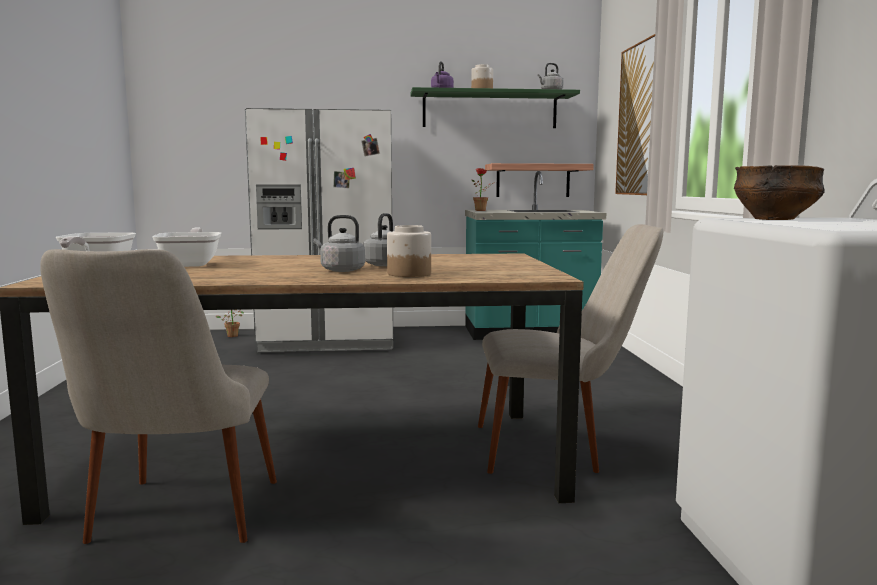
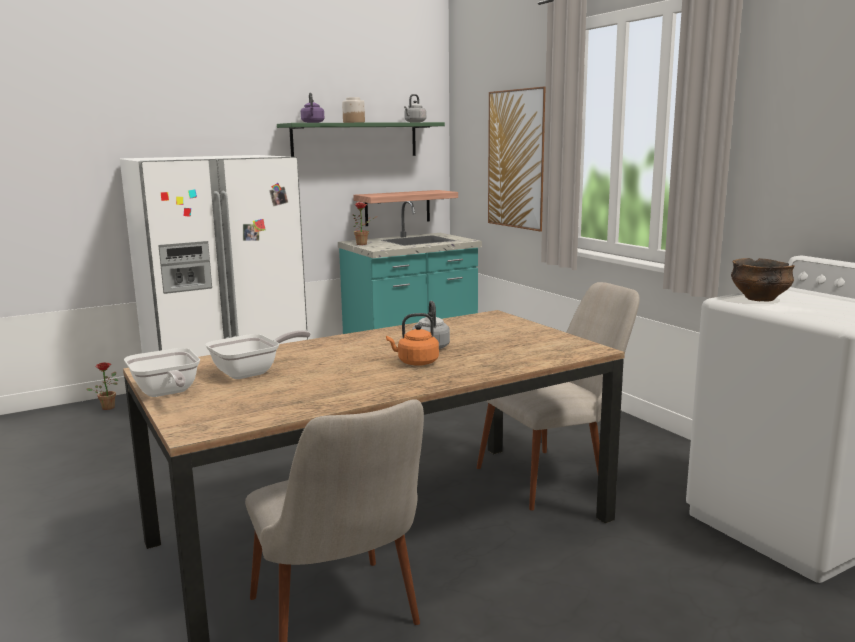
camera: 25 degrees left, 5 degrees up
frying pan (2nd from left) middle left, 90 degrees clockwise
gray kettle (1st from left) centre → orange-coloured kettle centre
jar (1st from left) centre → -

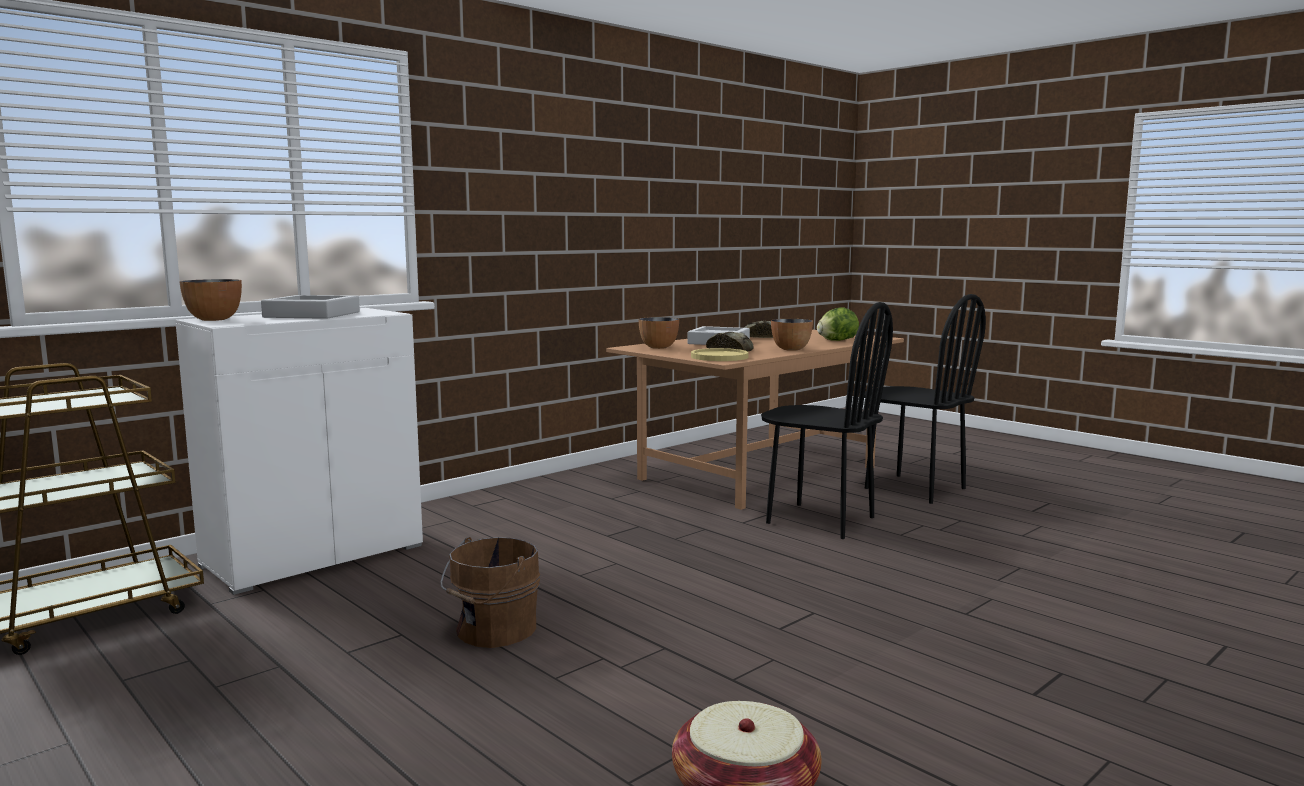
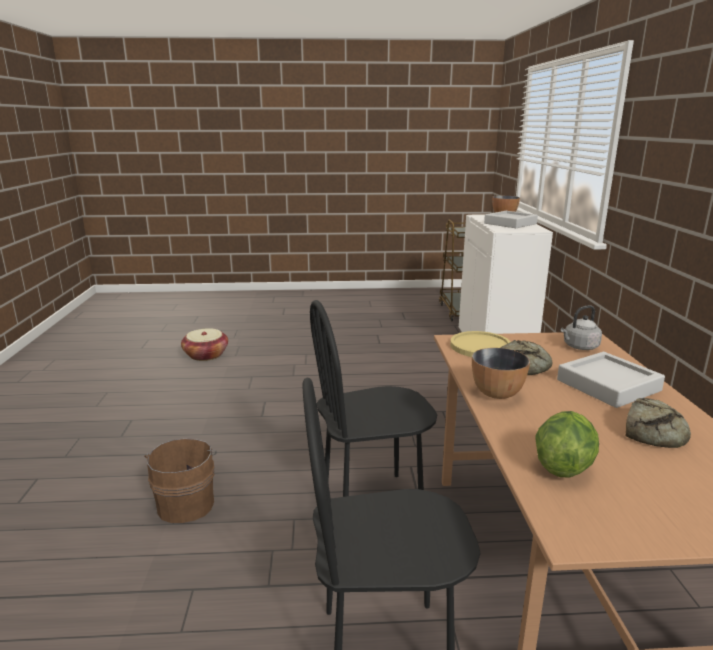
camera: 130 degrees right, 10 degrees up
brown-coloured water bucket bottom centre → brown-coloured water bucket bottom left, moved
bowl (2nd from left) centre → gray kettle middle right

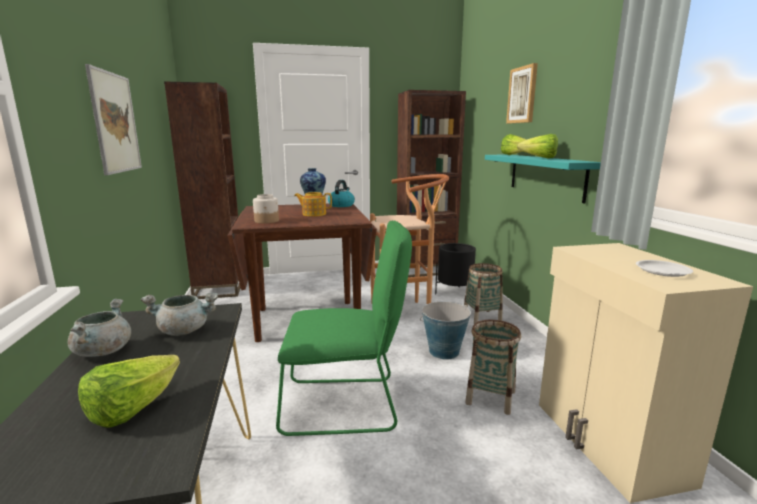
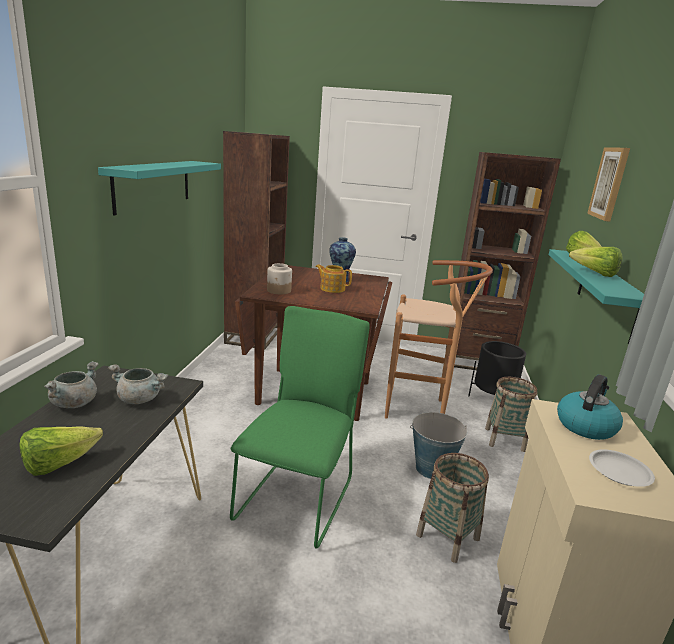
camera: 20 degrees right, 5 degrees up
picture (1st from left) top left → blue-green wall shelf (1st from left) top left
green chair centre, 90 degrees counterclockwise
kettle centre → kettle middle right, moved

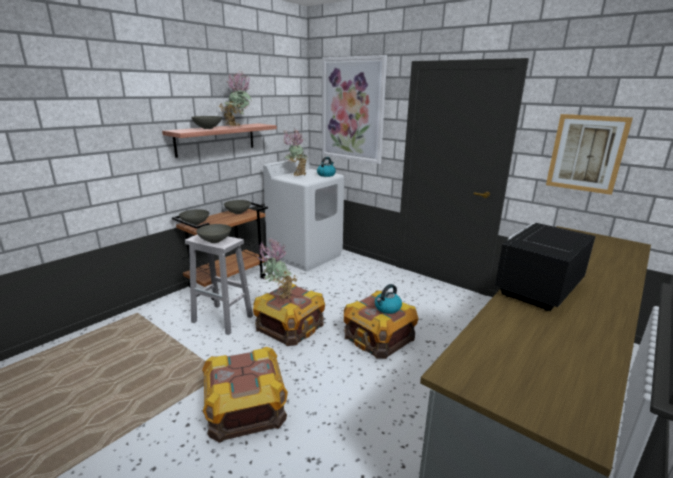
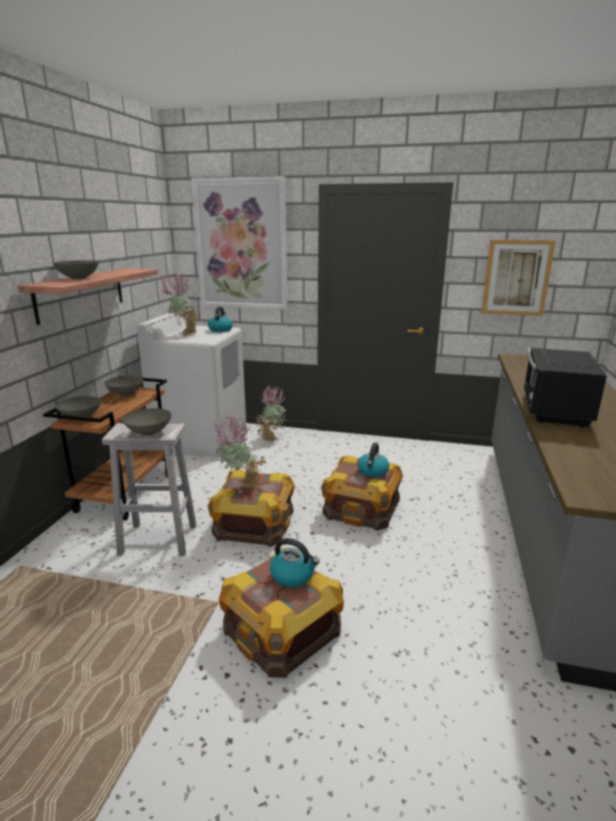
camera: 25 degrees left, 0 degrees up
plant in a pot (1st from left in the first image) top centre → plant in a pot (3rd from left) centre, moved
- → kettle (2nd from left) bottom centre

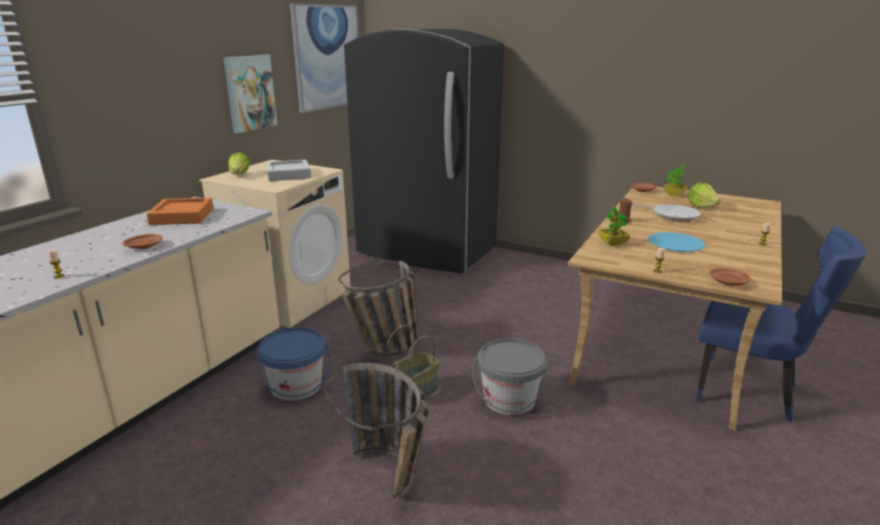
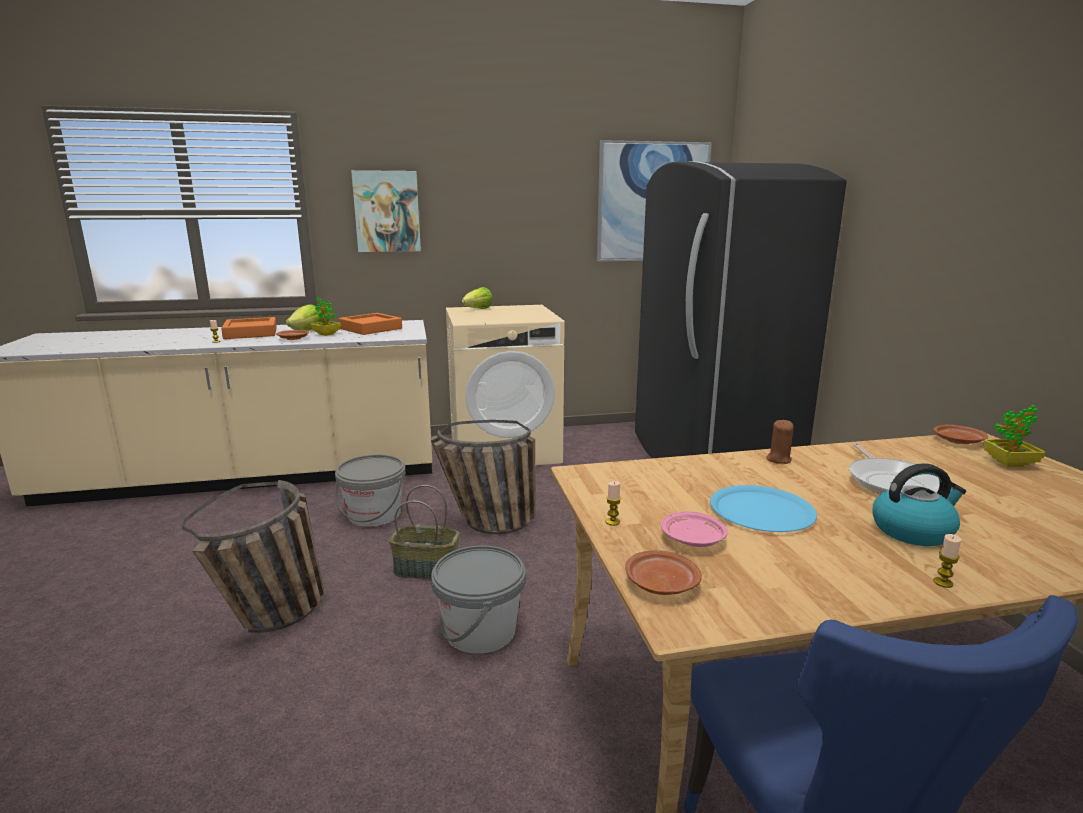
camera: 50 degrees right, 5 degrees down
- → orange-coloured carrying tray (1st from left) middle left
lettuce head (2nd from left in the first image) middle right → lettuce head (1st from left) middle left, moved
plant in a pot (1st from left) middle right → plant in a pot (1st from left) middle left, moved
blue-coloured water bucket bottom centre → gray water bucket (1st from left) centre
picture (1st from left) top left → picture (1st from left) top centre, moved
- → pink flat dish centre
- → kettle middle right
gray carrying tray top left → -

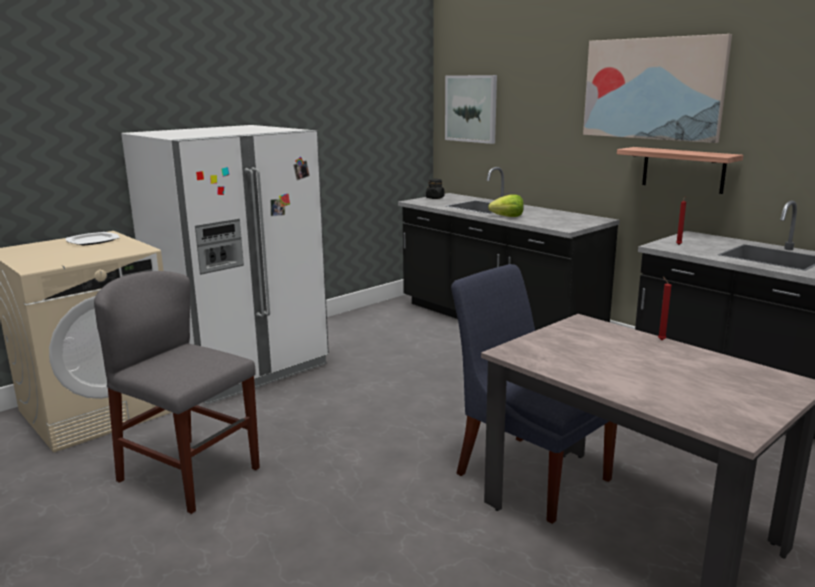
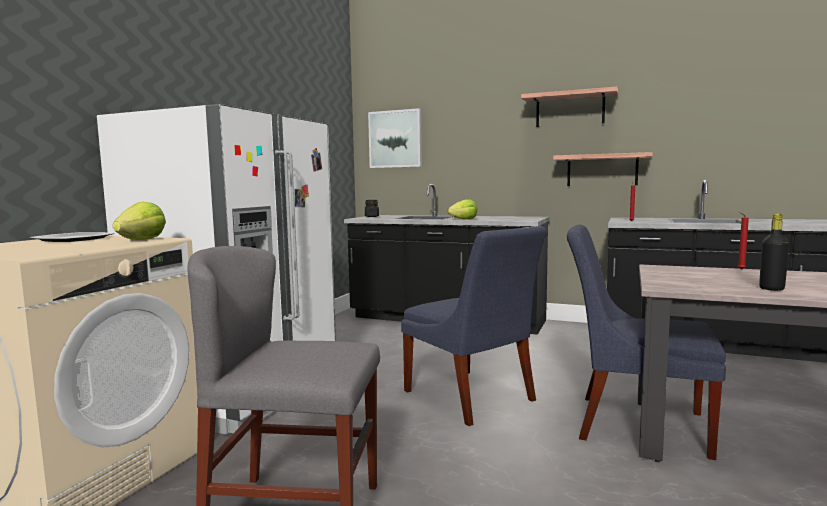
camera: 25 degrees left, 10 degrees down
- → lettuce head (1st from left) middle left
- → blue-coloured chair (1st from left) centre
picture (2nd from left) top right → wall shelf (1st from left) top right
- → black-coloured drink bottle middle right

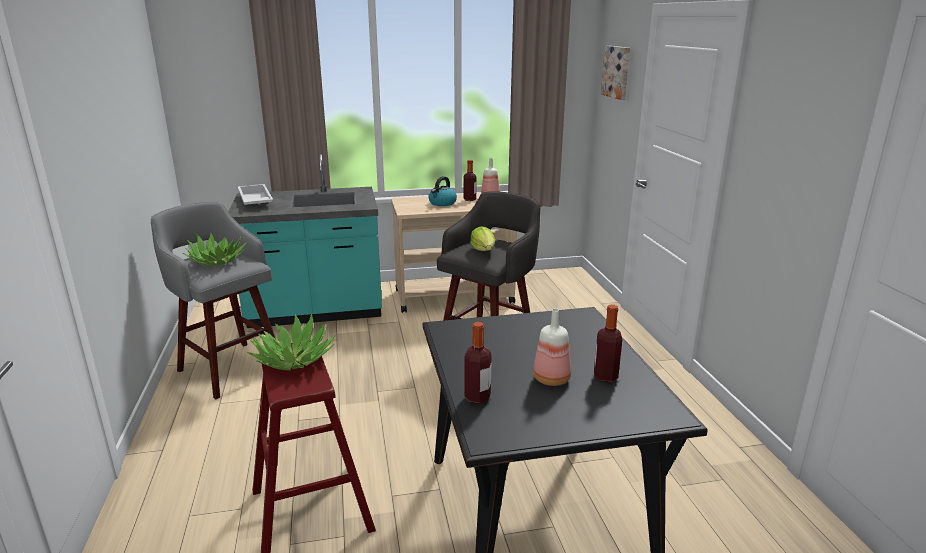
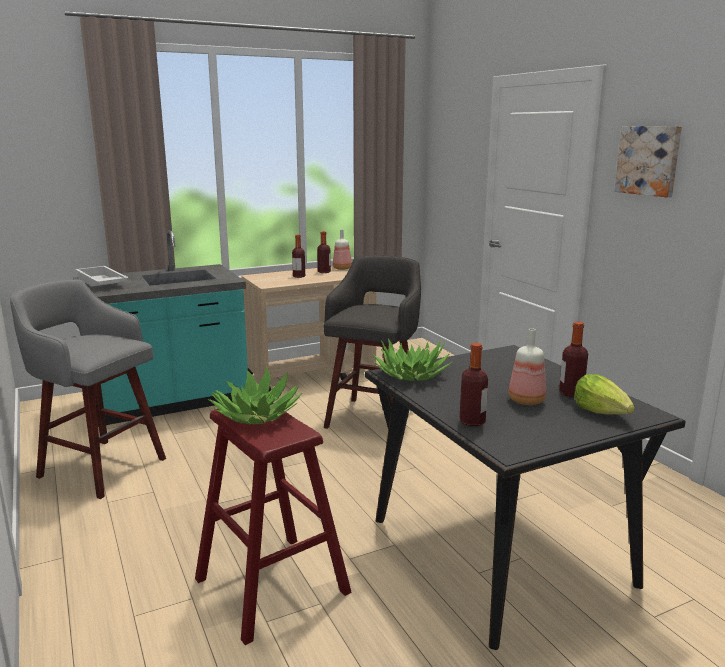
camera: 15 degrees left, 5 degrees down
kettle centre → drink bottle (1st from left) centre
plant in a pot (1st from left in the first image) middle left → plant in a pot (2nd from left) centre, moved
lettuce head centre → lettuce head middle right, moved
picture top centre → picture top right, moved

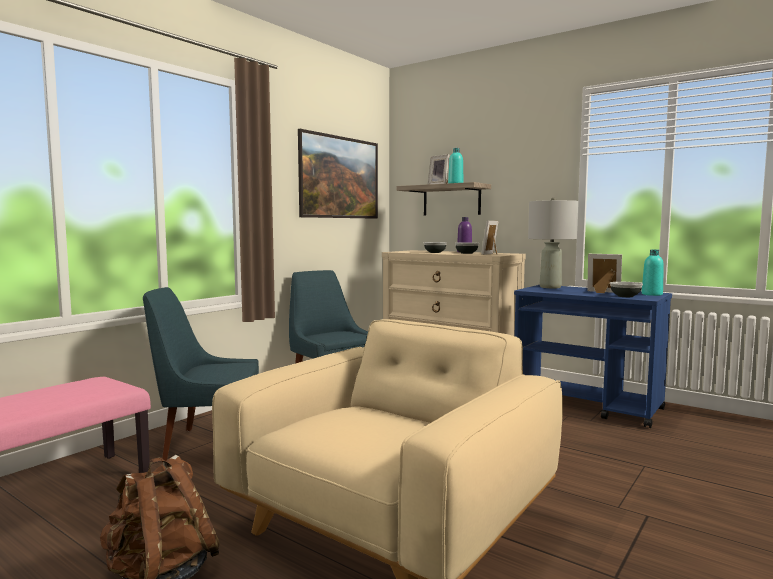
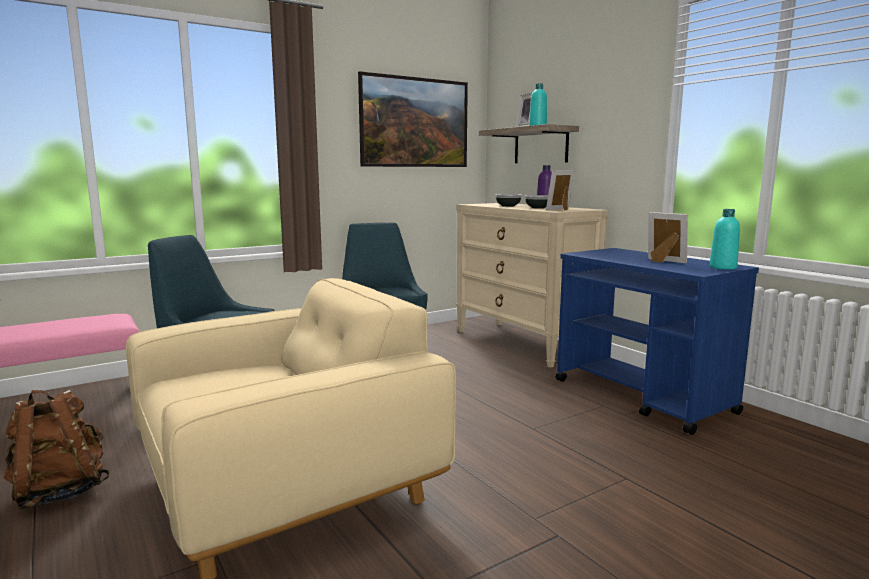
camera: 20 degrees right, 5 degrees up
gray tabletop lamp middle right → -
bowl (3rd from left) middle right → -

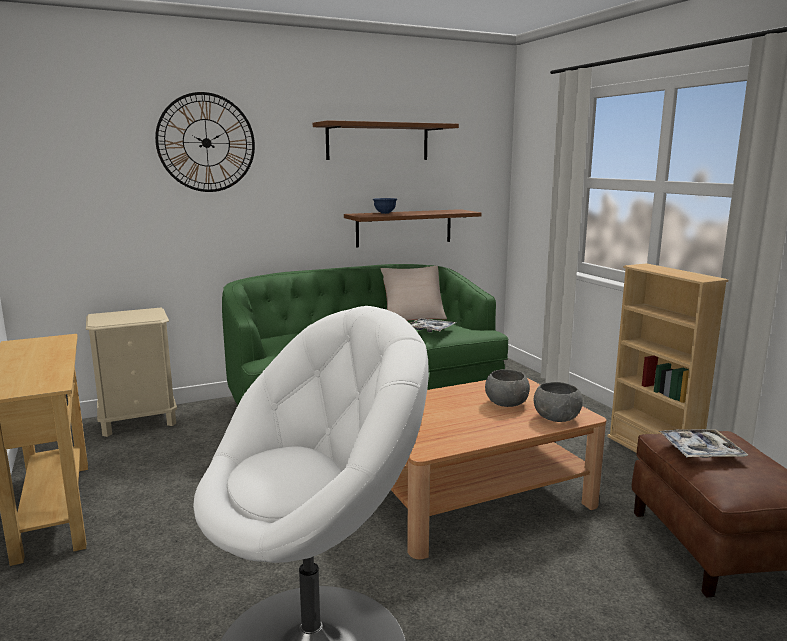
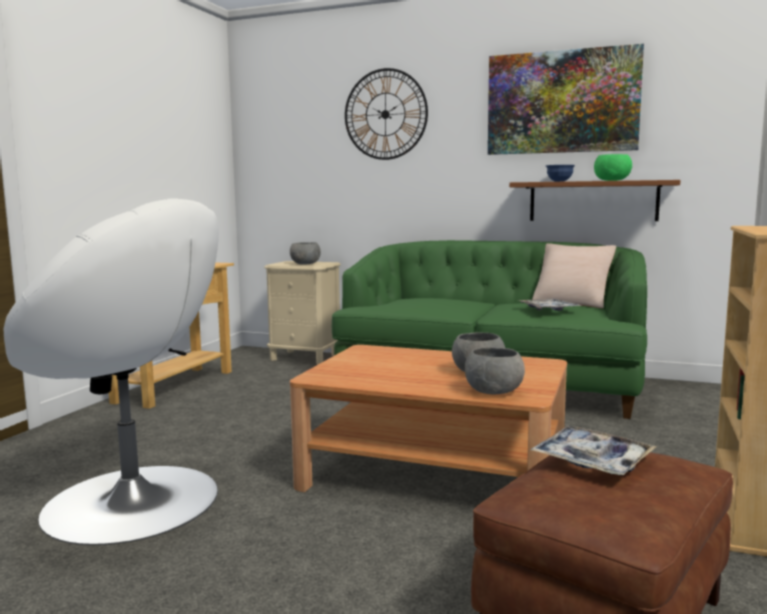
camera: 45 degrees right, 5 degrees down
- → gray bowl (1st from left) centre
brown-coloured wall shelf (1st from left) top centre → picture top right
- → green bowl top right

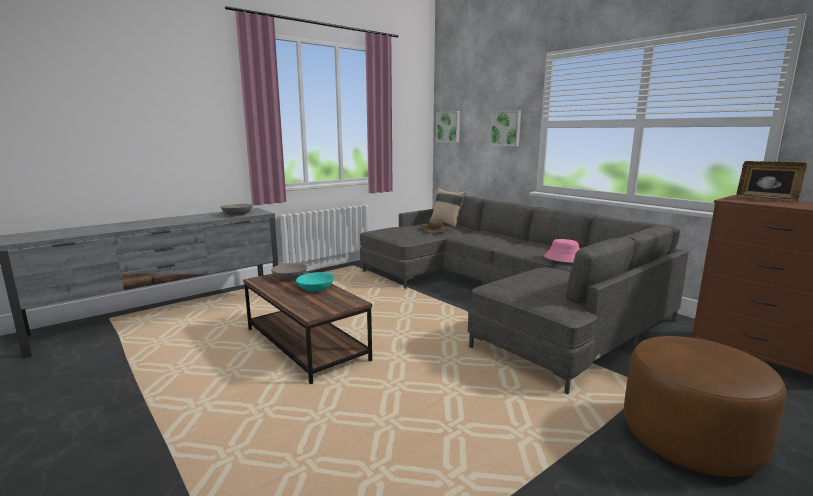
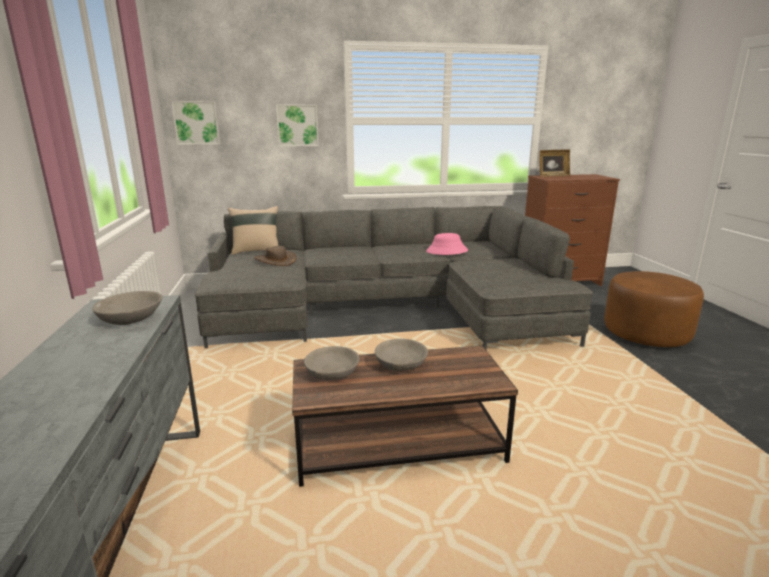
camera: 60 degrees left, 5 degrees up
blue-green bowl centre → gray bowl (3rd from left) centre

